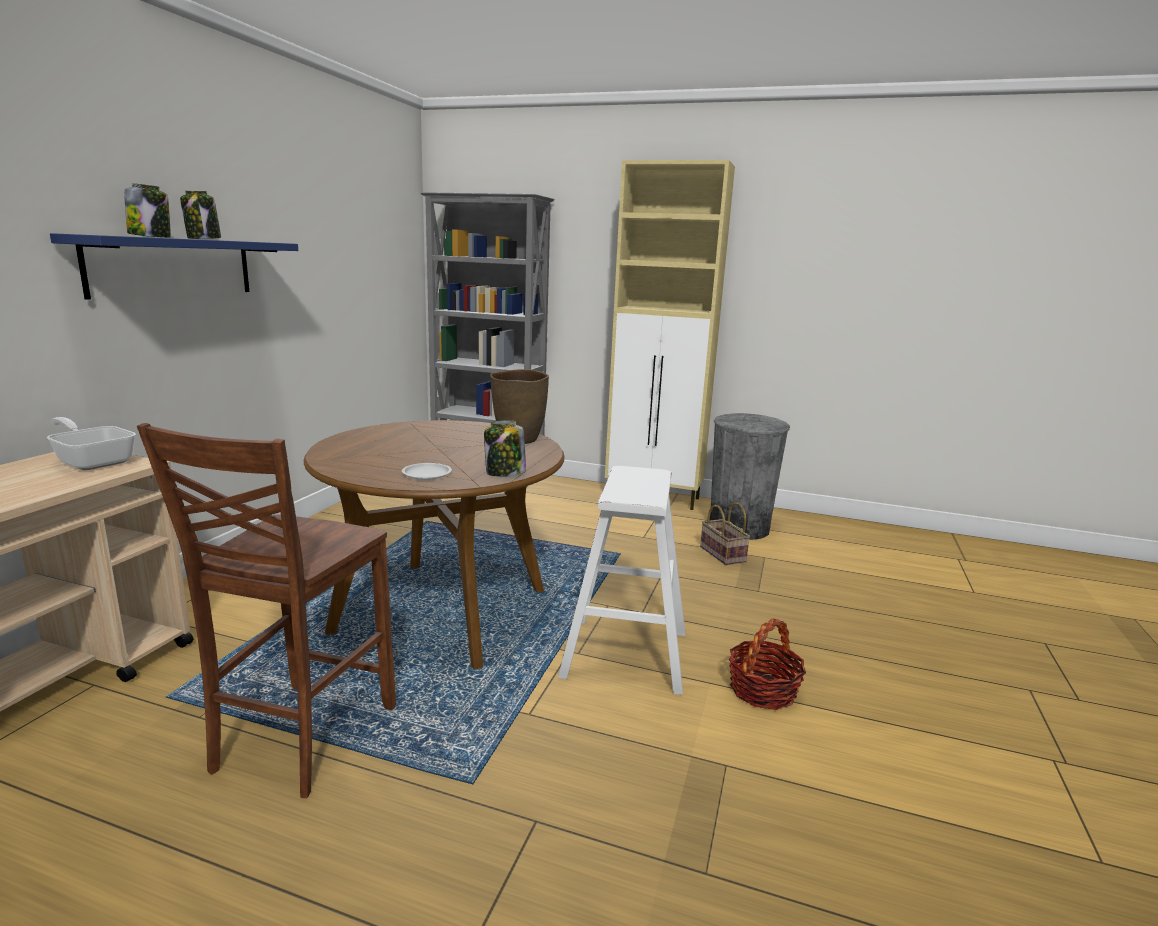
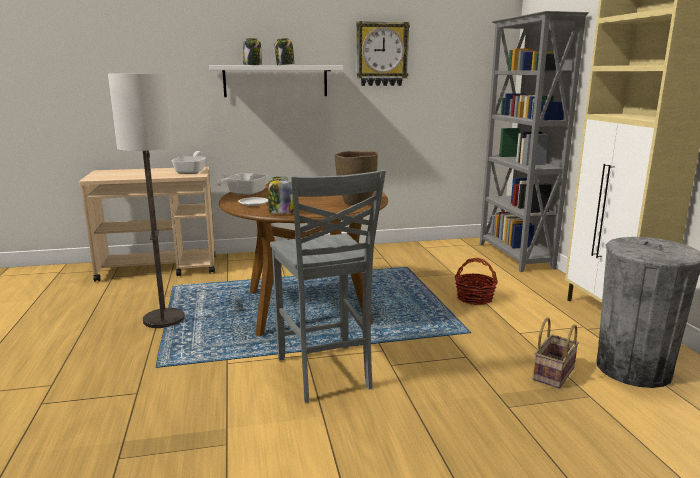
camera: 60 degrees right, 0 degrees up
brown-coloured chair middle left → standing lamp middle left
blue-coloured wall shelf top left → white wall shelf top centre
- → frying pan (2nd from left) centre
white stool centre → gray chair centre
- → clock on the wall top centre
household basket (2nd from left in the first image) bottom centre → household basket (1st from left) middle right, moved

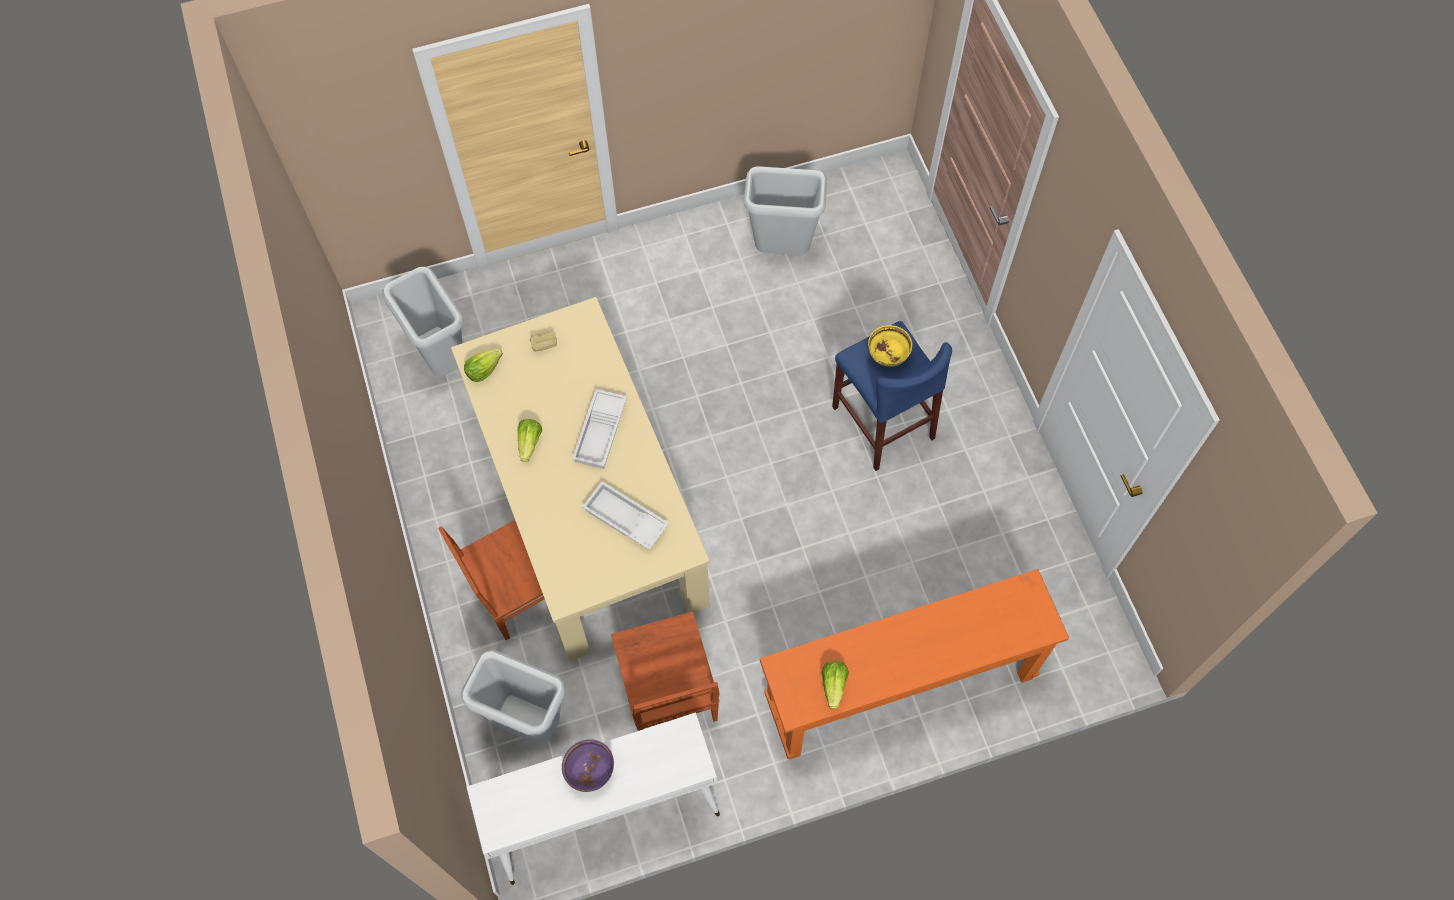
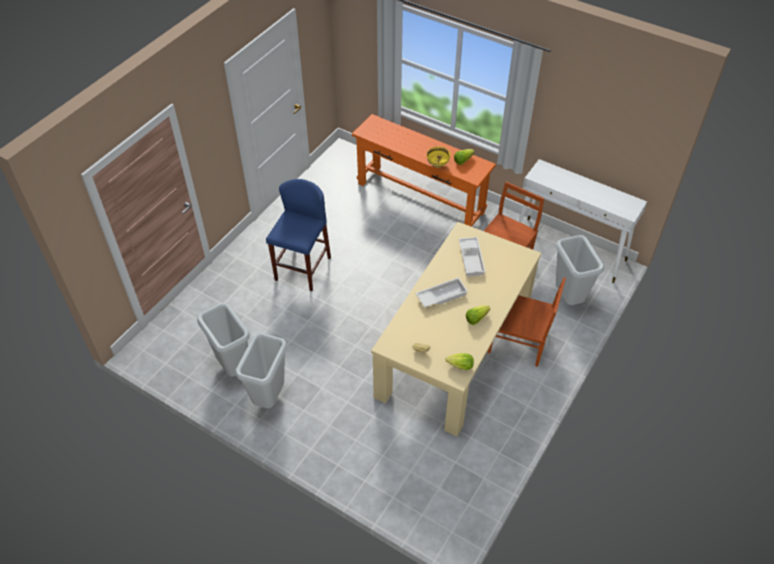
camera: 130 degrees left, 15 degrees down
gray waste bin (1st from left in the first image) middle left → gray waste bin (2nd from left) centre, moved
yellowish bowl centre → yellowish bowl top centre, moved
purplish bowl bottom centre → -

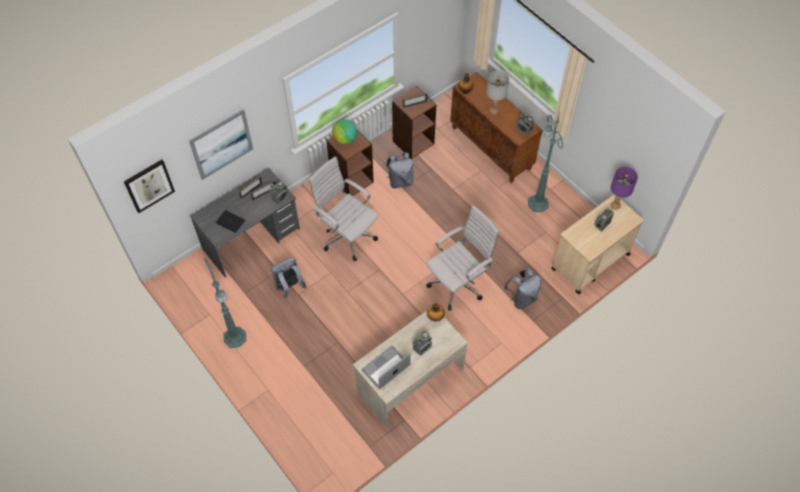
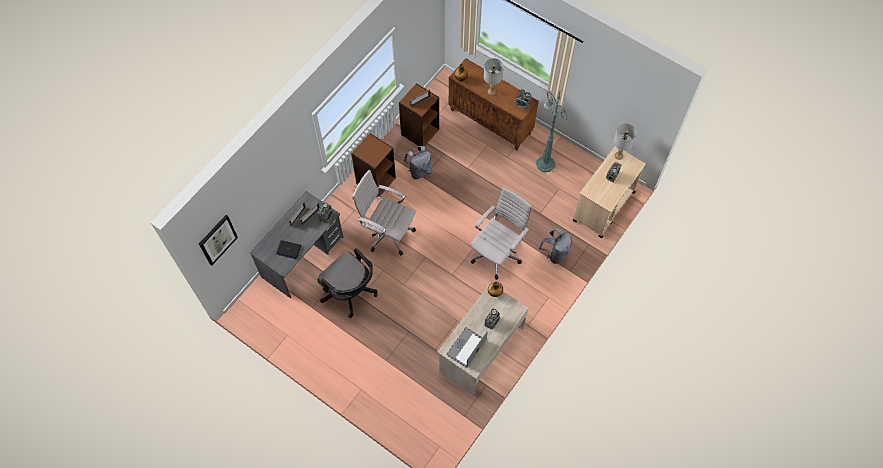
camera: 15 degrees left, 5 degrees up
gray knapsack (1st from left) centre → black-coloured computer chair centre
purplish tabletop lamp middle right → gray tabletop lamp (2nd from left) top right
picture (2nd from left) top left → -
green standing lamp (1st from left) middle left → -
world globe top centre → -

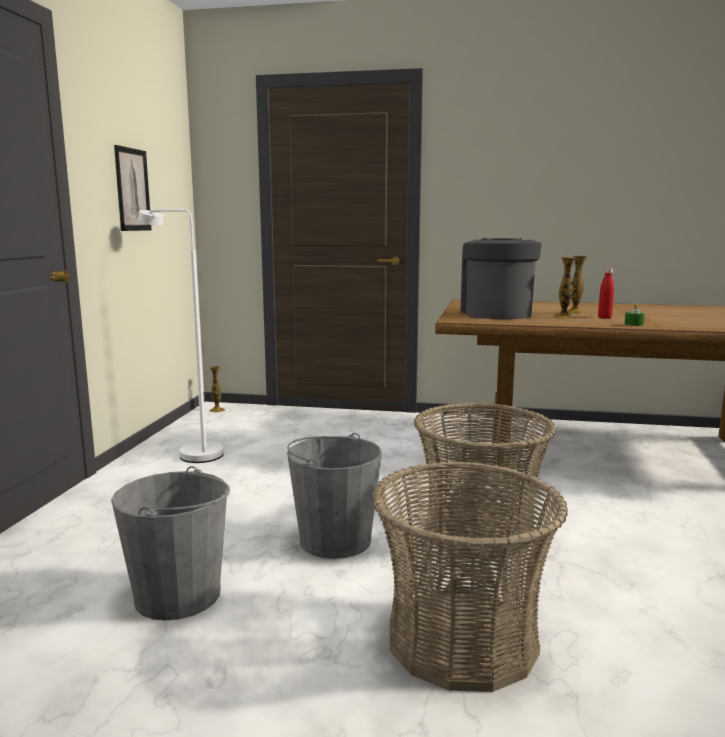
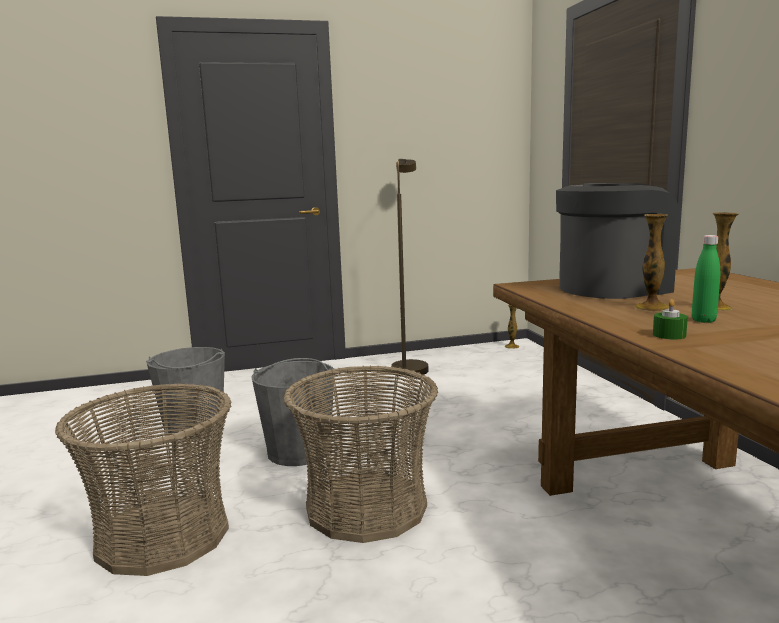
camera: 65 degrees right, 0 degrees up
white standing lamp middle left → brown-coloured standing lamp centre
reddish drink bottle middle right → green drink bottle middle right
picture top left → -

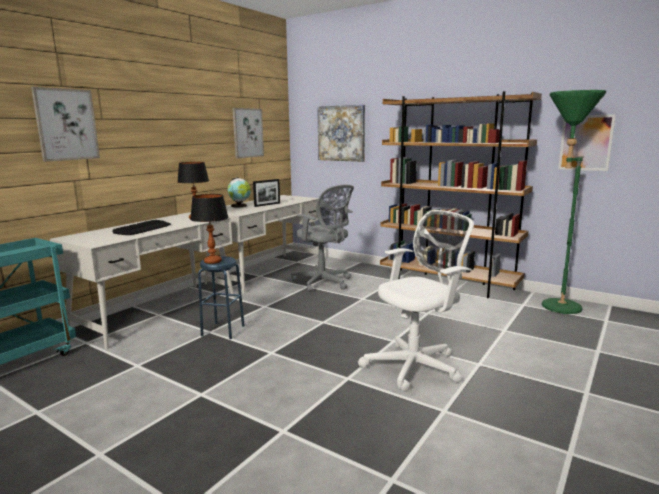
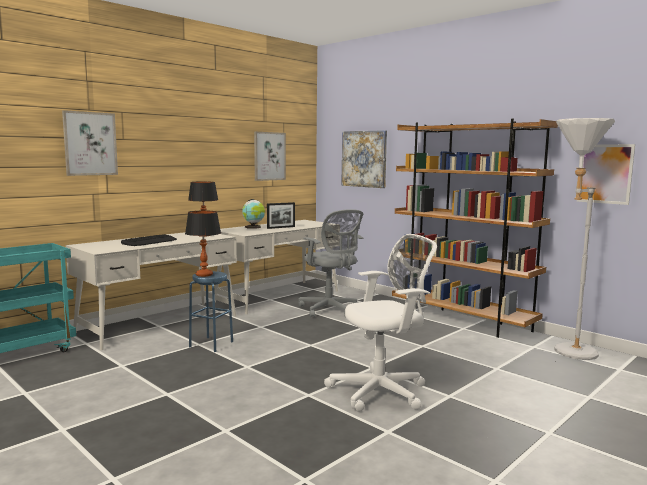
camera: 10 degrees right, 5 degrees down
green standing lamp middle right → white standing lamp middle right

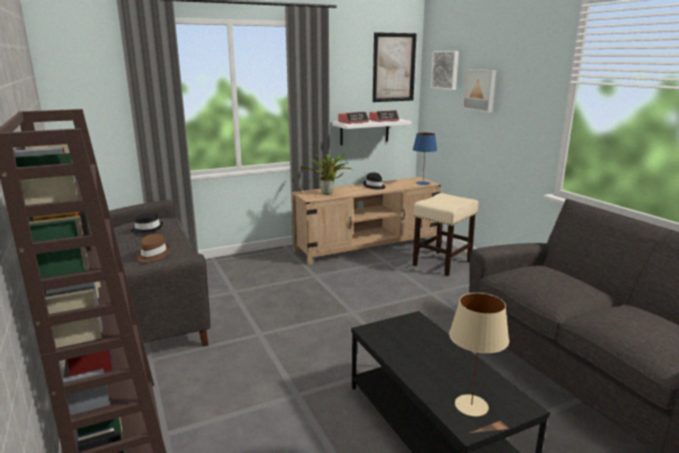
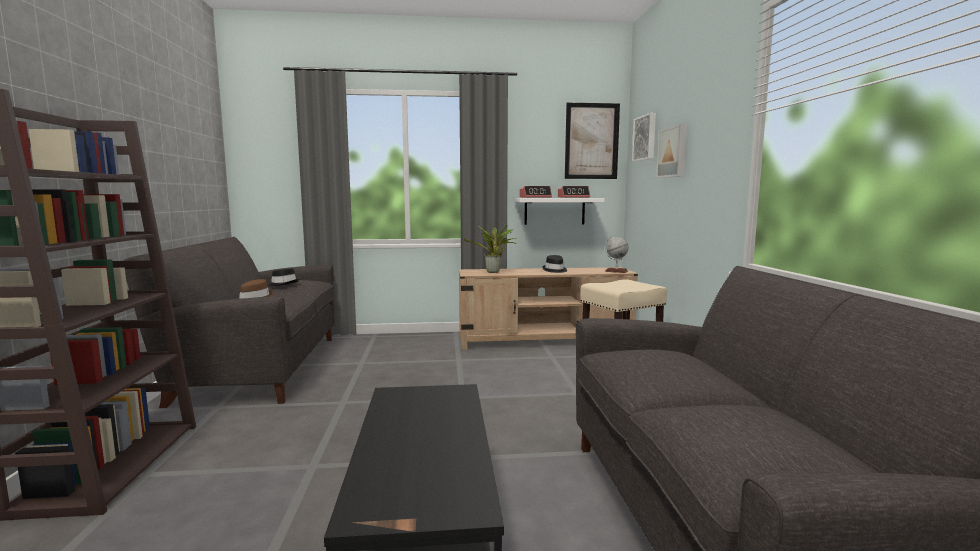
camera: 20 degrees right, 10 degrees down
blue-coloured tabletop lamp centre → world globe centre
beige-coloured tabletop lamp bottom right → -

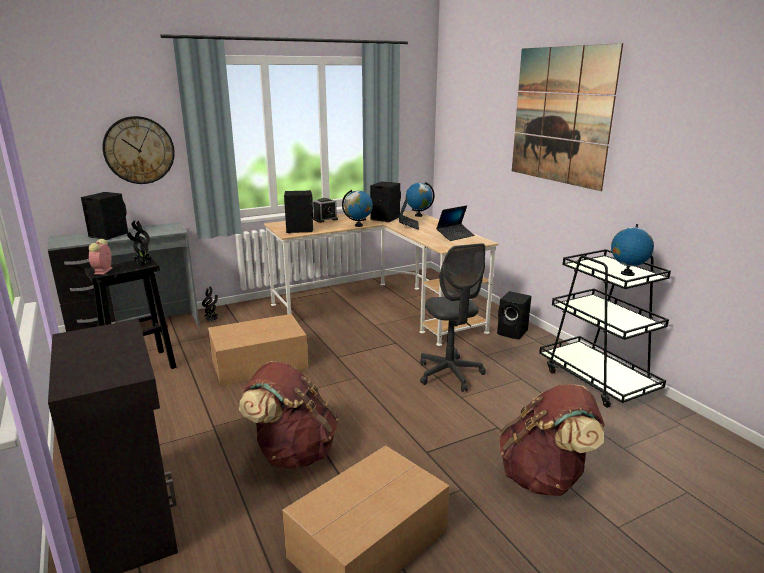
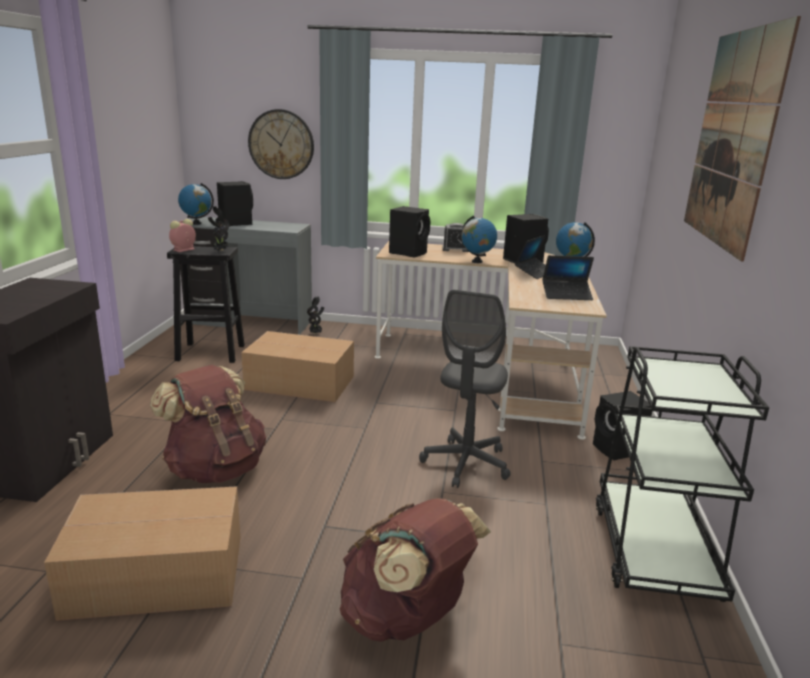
camera: 35 degrees right, 0 degrees up
world globe (3rd from left in the first image) middle right → world globe (1st from left) top left, moved

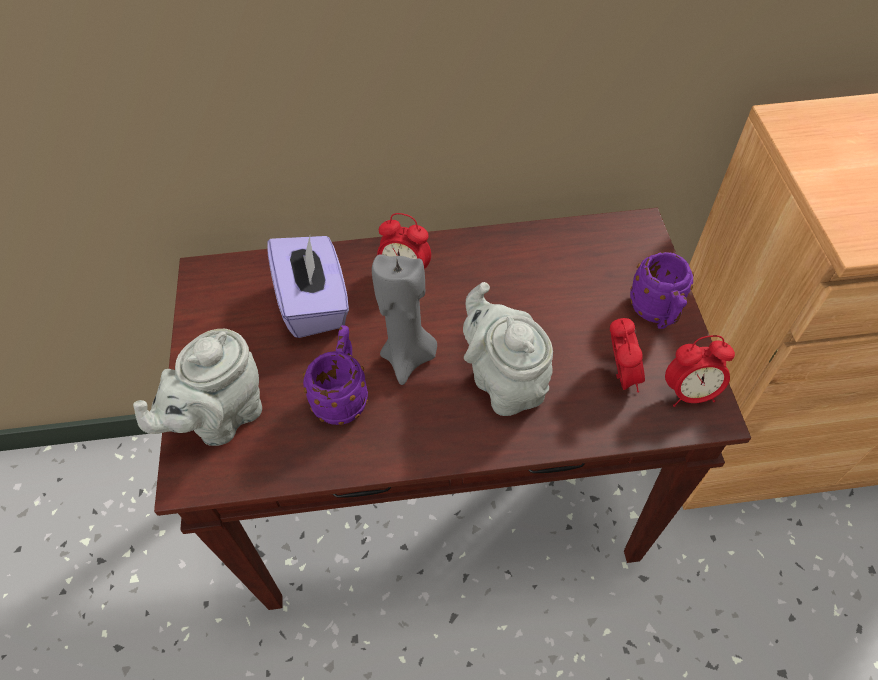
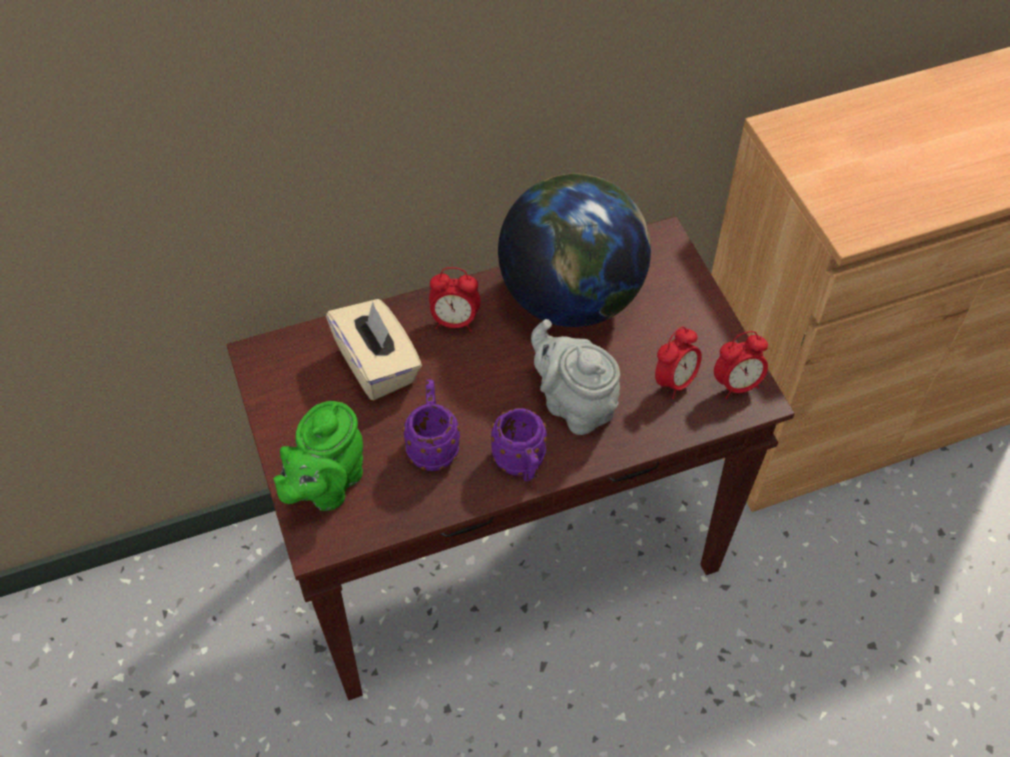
camera: 15 degrees left, 0 degrees up
gray tea pot (1st from left) middle left → green tea pot middle left
purplish tissue box centre → beige-coloured tissue box centre
purplish mug (2nd from left) middle right → purplish mug (2nd from left) centre, moved
- → world globe top centre
bedside clock (2nd from left) middle right, 60 degrees clockwise
gray wax candle centre → -

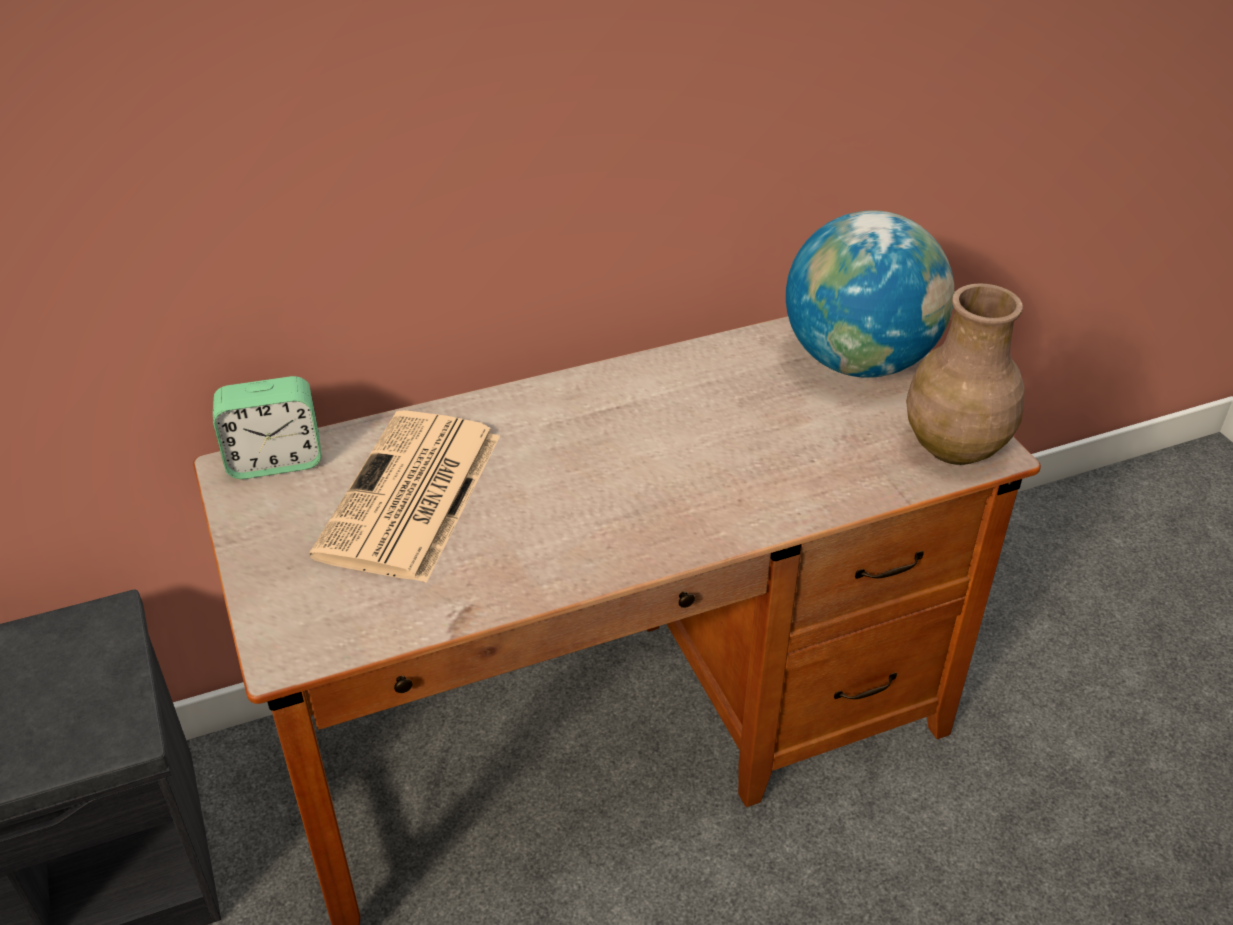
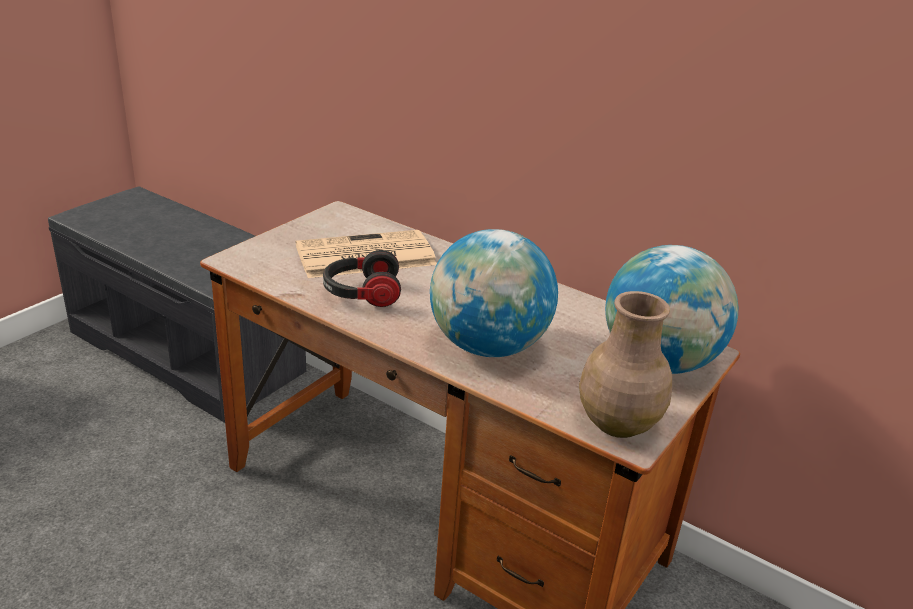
camera: 55 degrees right, 10 degrees down
- → headset centre
- → world globe (1st from left) centre
bedside clock middle left → -

